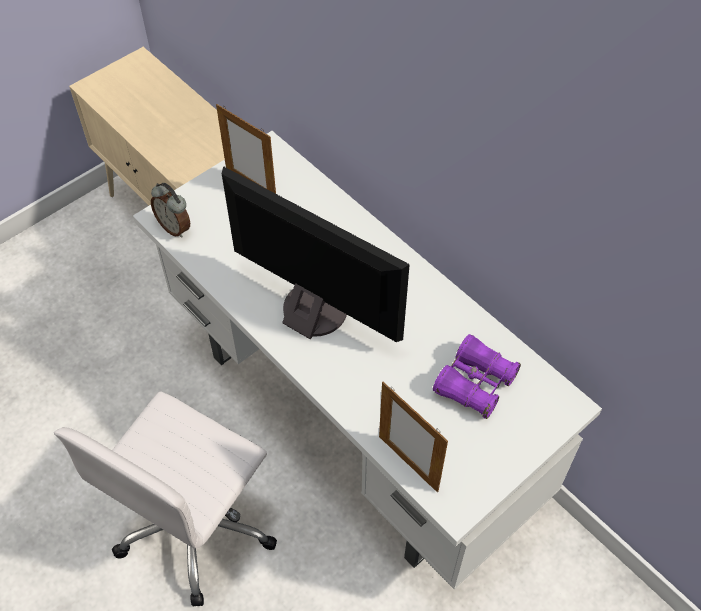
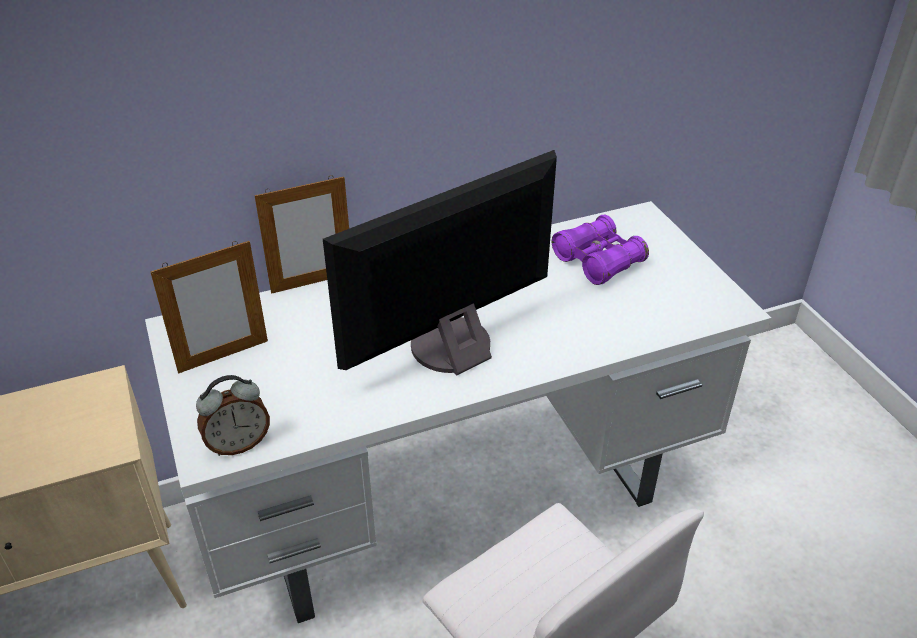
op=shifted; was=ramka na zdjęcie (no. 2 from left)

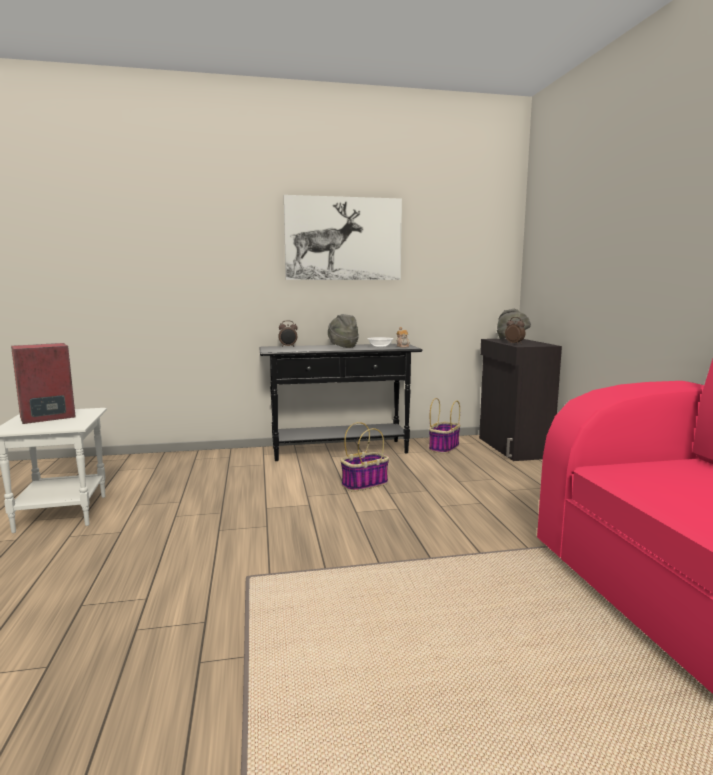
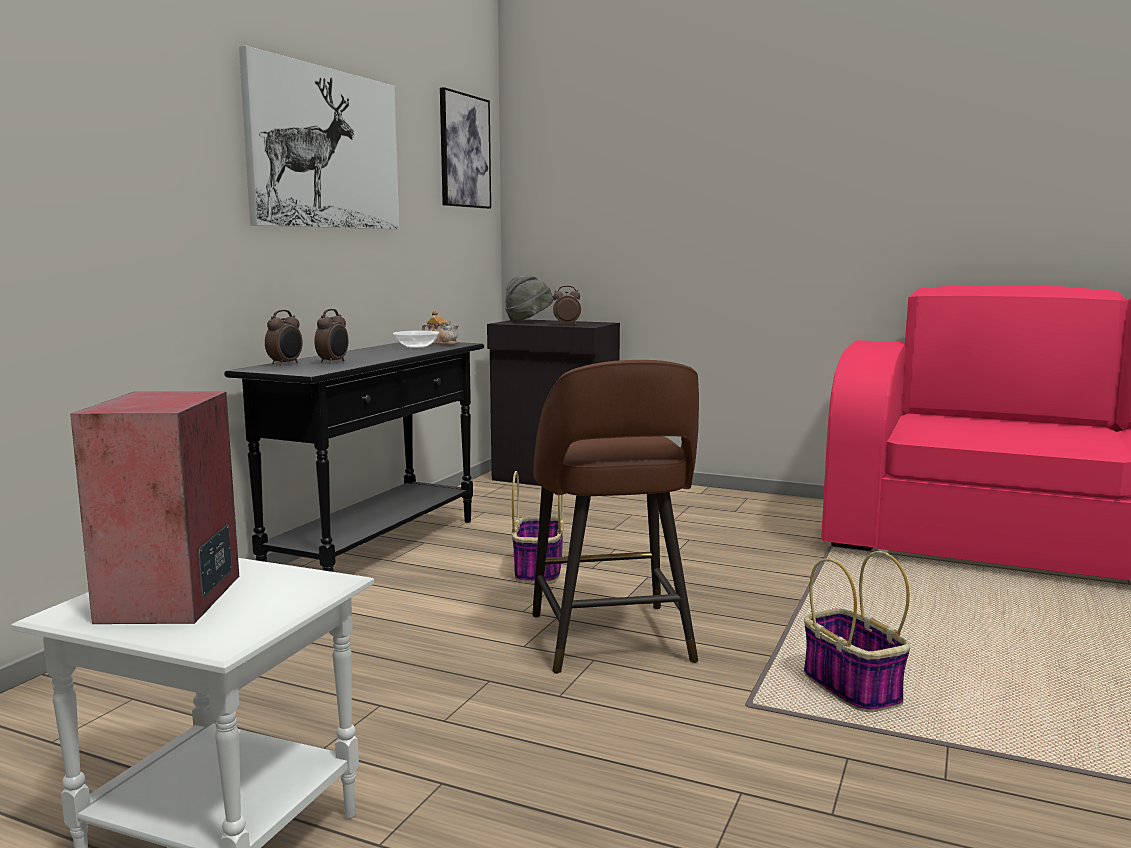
op=gone; was=kapelusz/szary (no. 1 from left)
op=shifted; was=koszyk (no. 2 from left)
op=new; now=budzik (no. 2 from left)
op=new; now=obraz (no. 2 from left)
op=new; now=stołek/brązowy

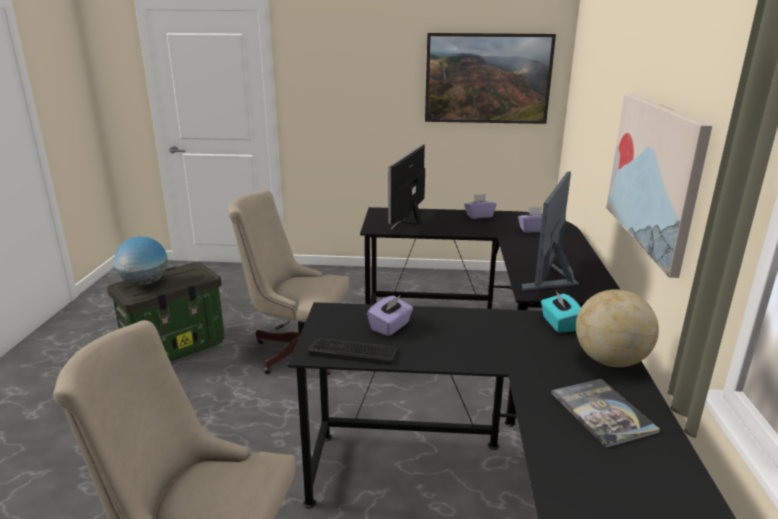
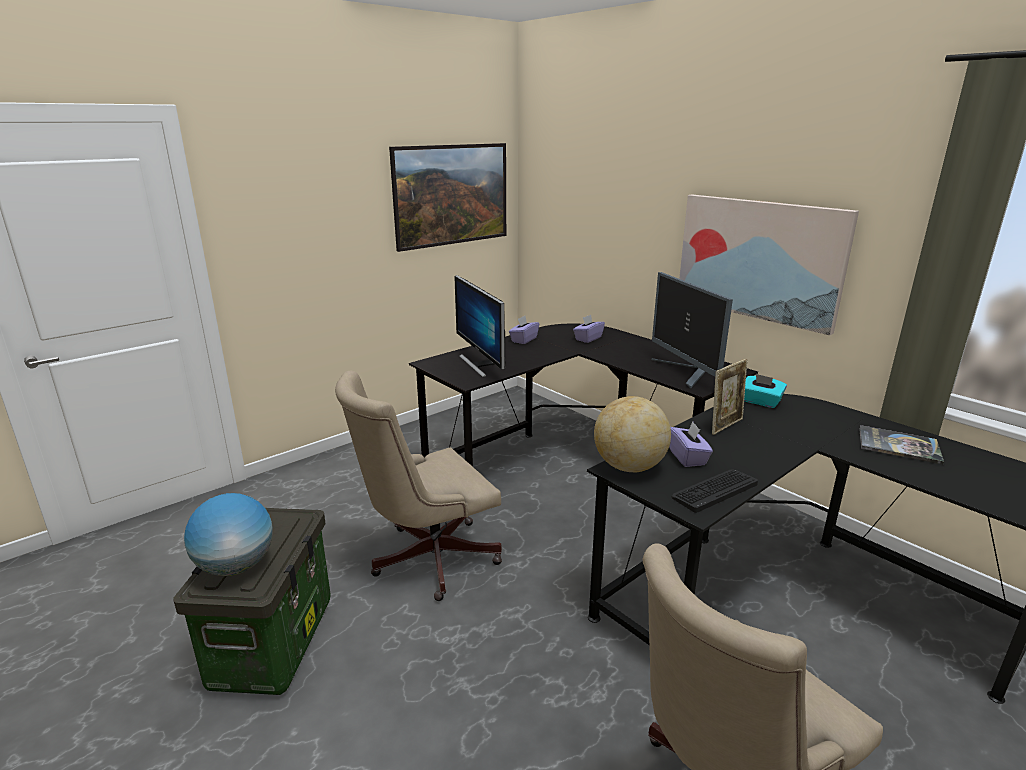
op=shifted; was=globus (no. 2 from left)
op=new; now=ramka na zdjęcie

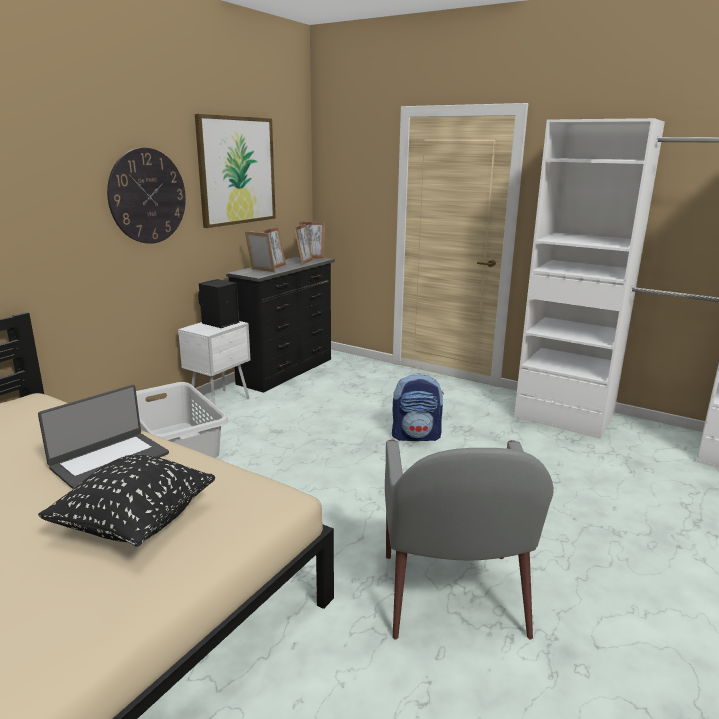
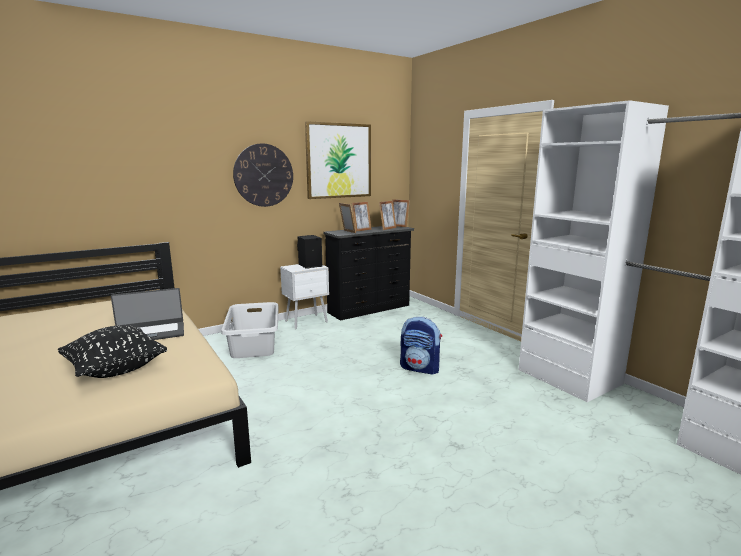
op=gone; was=fotel/szary

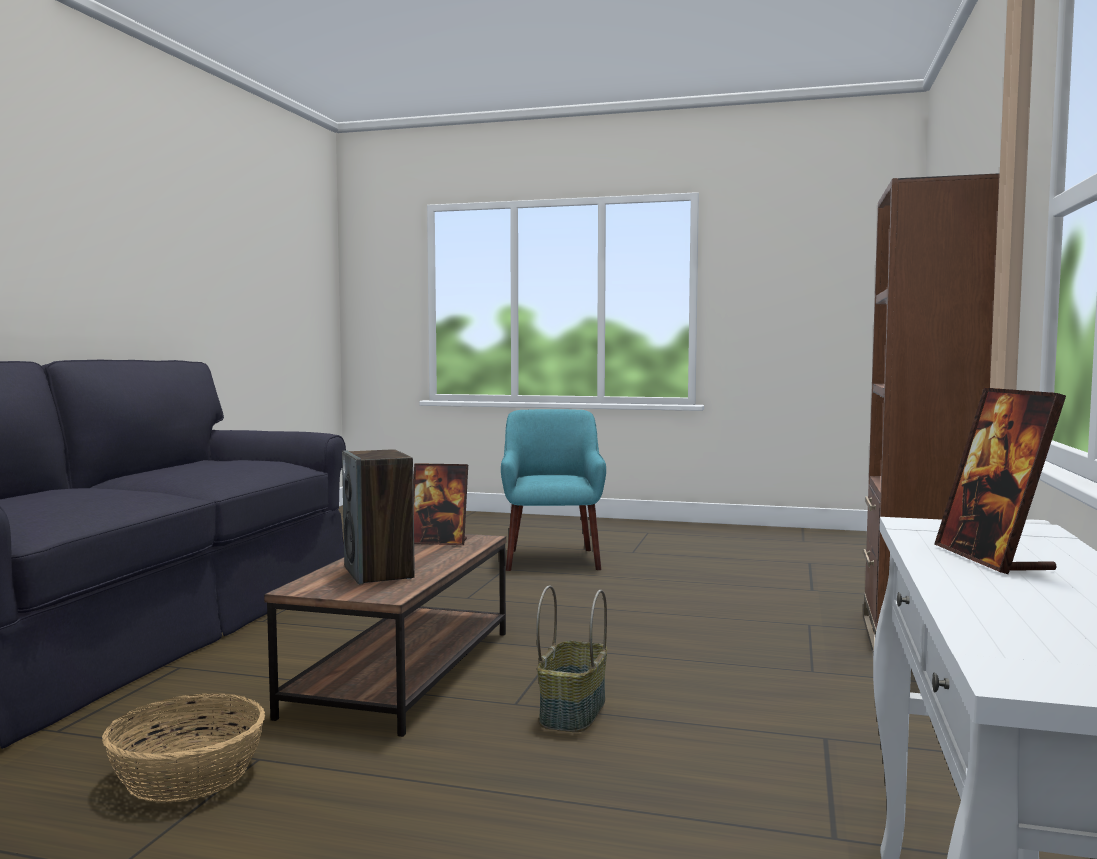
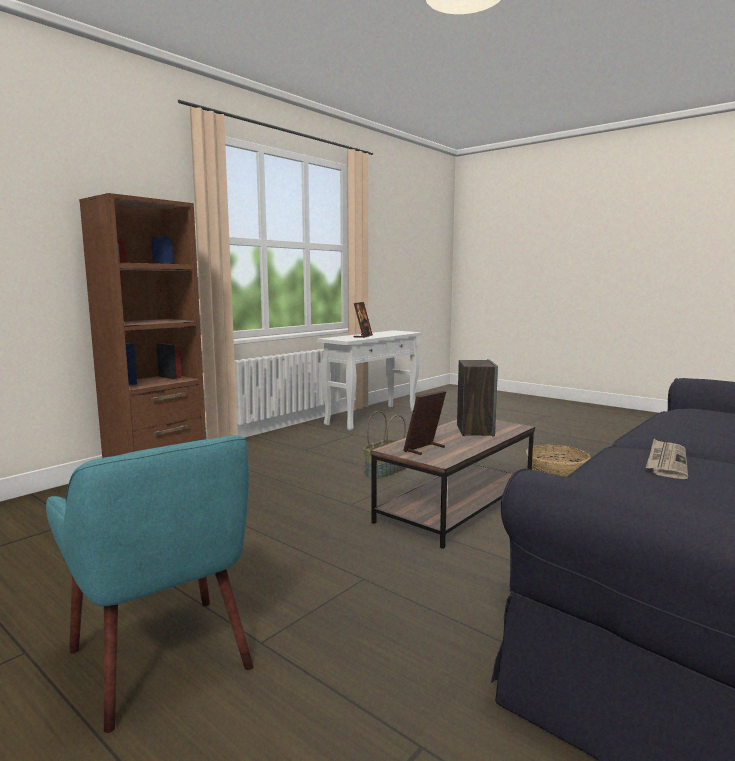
op=rotated; was=ramka na zdjęcie (no. 1 from left in the first image); clockwise=-75
op=rotated; was=fotel/turkusowy; clockwise=-60
op=new; now=gazeta

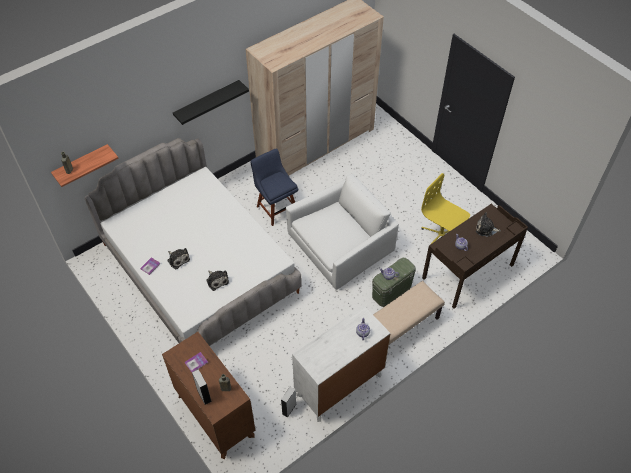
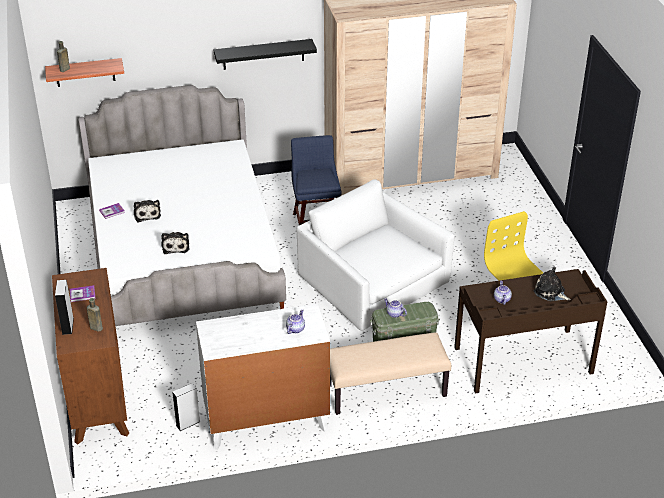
op=rotated; was=fotel/biały; clockwise=-120

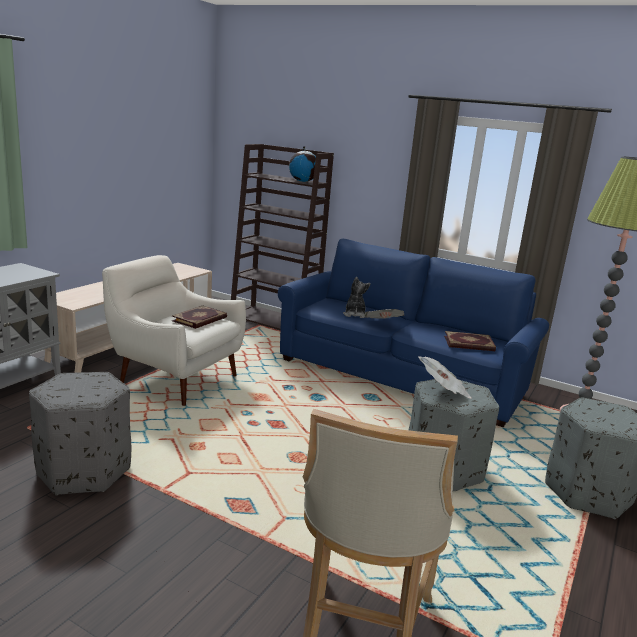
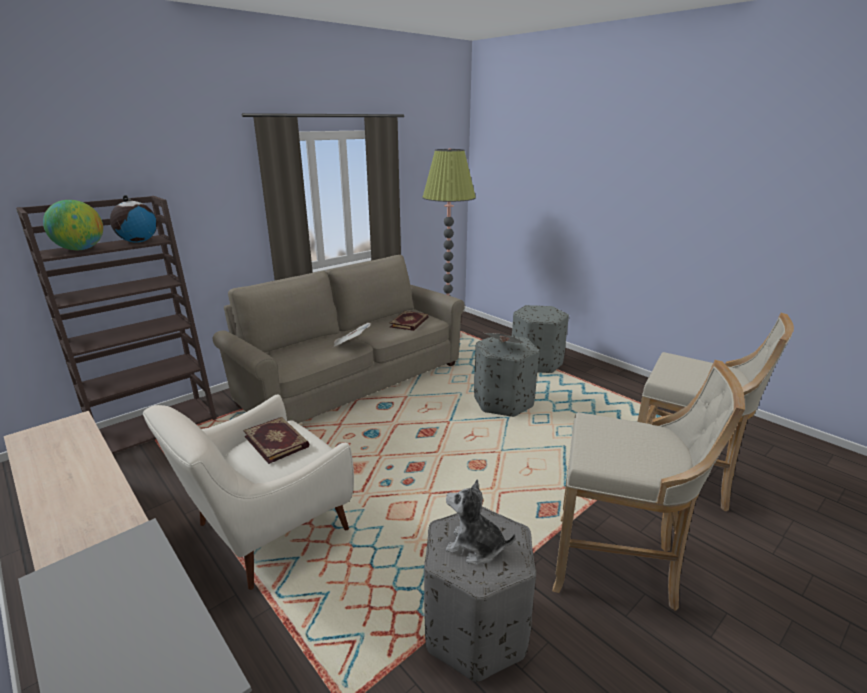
op=repainted; was=kanapa/niebieski; now=kanapa/beżowy
op=shifted; was=pluszak
op=new; now=globus (no. 1 from left)
op=new; now=stołek/beżowy (no. 1 from left)

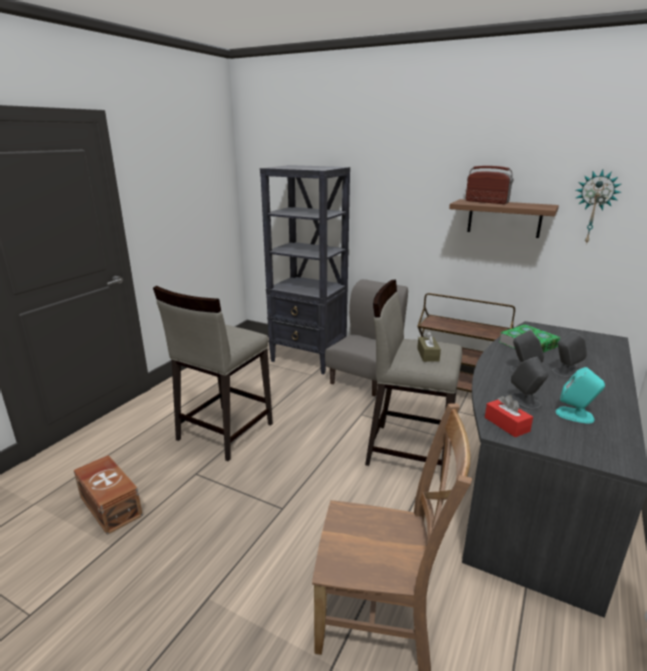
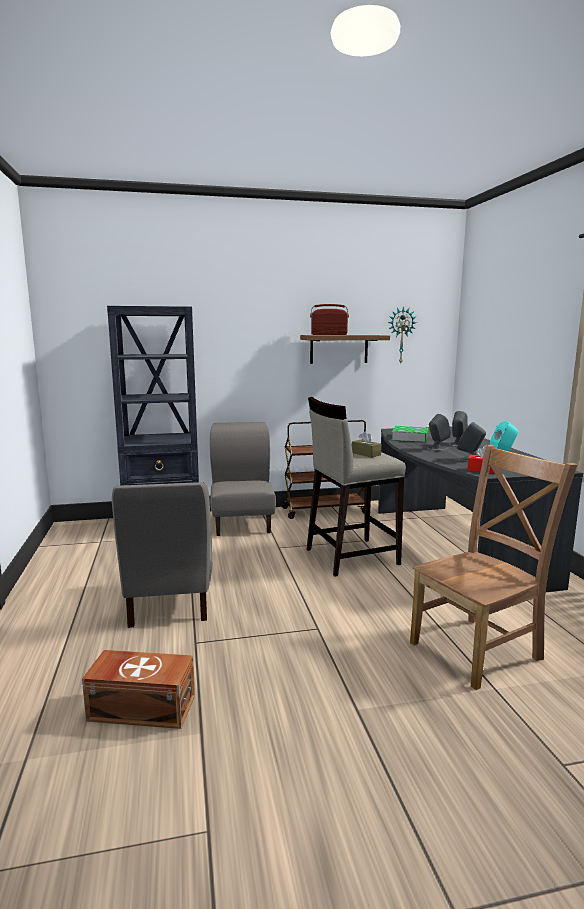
op=swapped; was=stołek/beżowy (no. 1 from left); now=krzesło/szary (no. 1 from left)

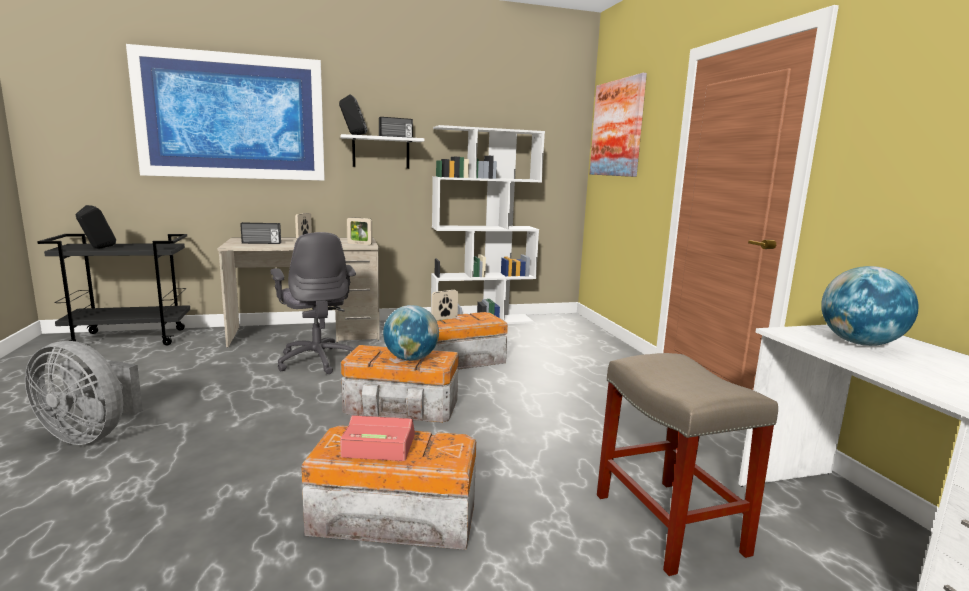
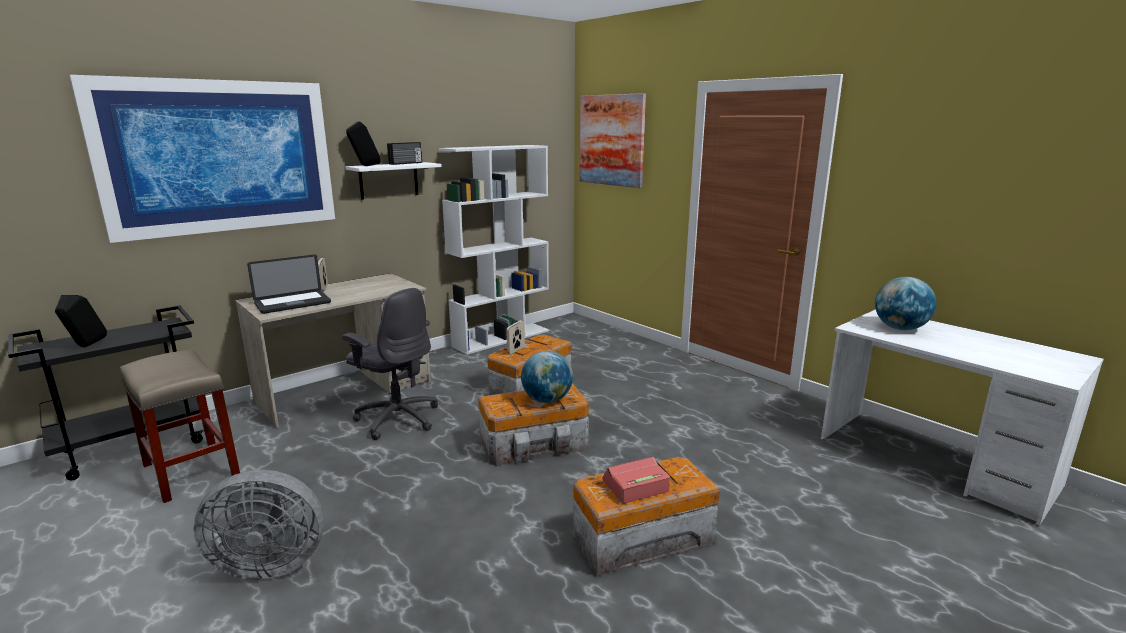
op=swapped; was=radio (no. 1 from left); now=laptop
op=gone; was=ramka na zdjęcie (no. 2 from left)
op=shifted; was=stołek/beżowy

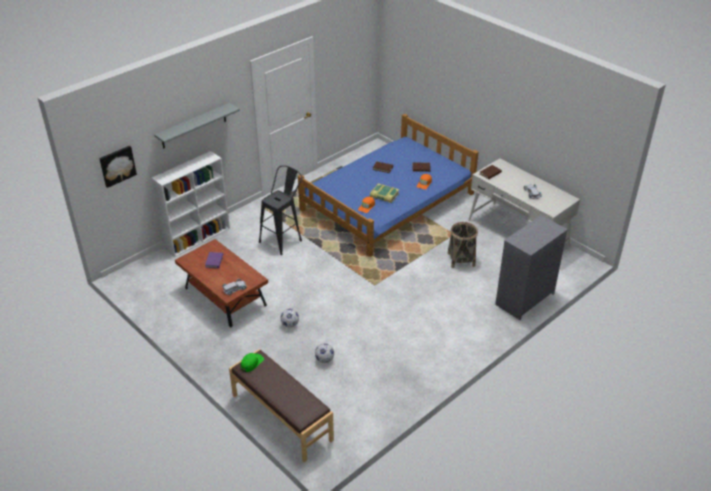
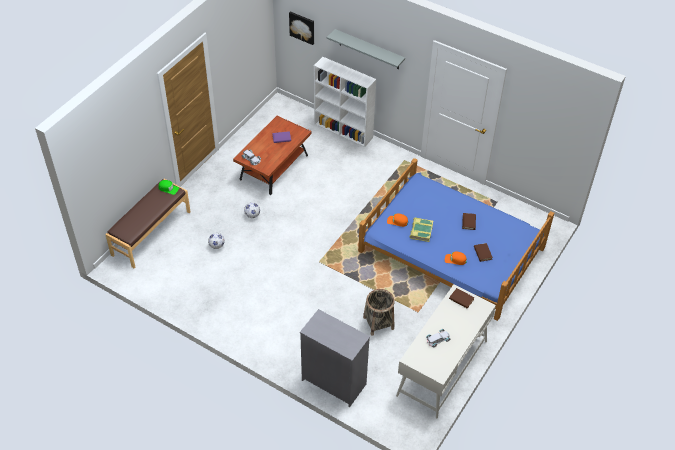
op=gone; was=stołek/czarny

